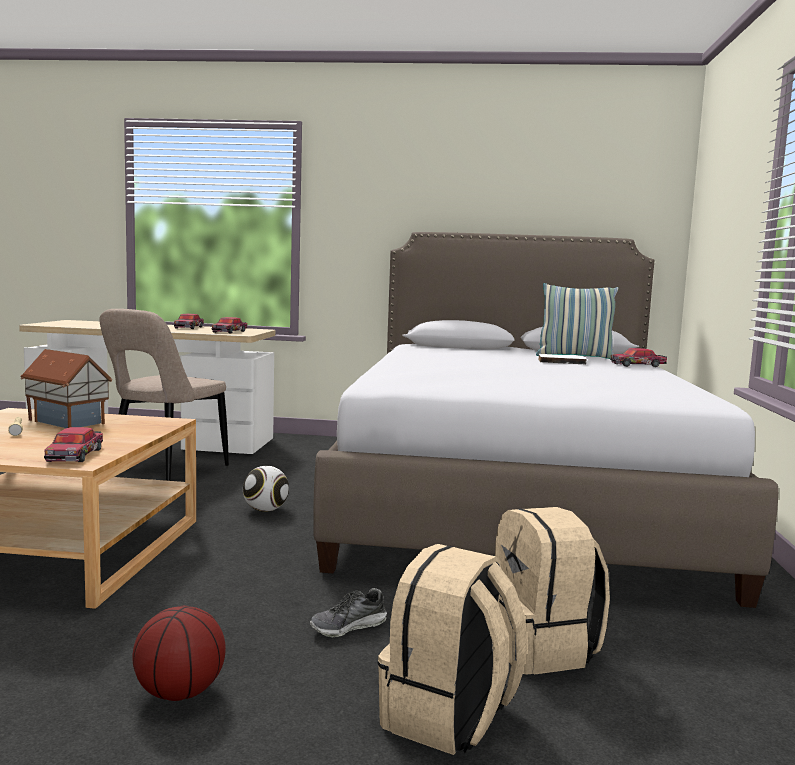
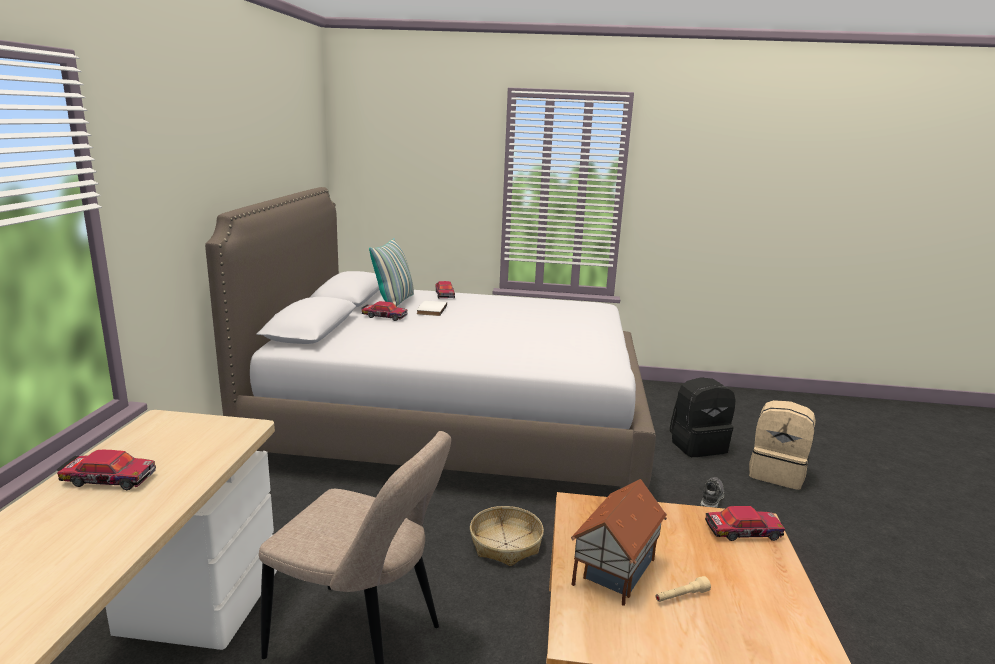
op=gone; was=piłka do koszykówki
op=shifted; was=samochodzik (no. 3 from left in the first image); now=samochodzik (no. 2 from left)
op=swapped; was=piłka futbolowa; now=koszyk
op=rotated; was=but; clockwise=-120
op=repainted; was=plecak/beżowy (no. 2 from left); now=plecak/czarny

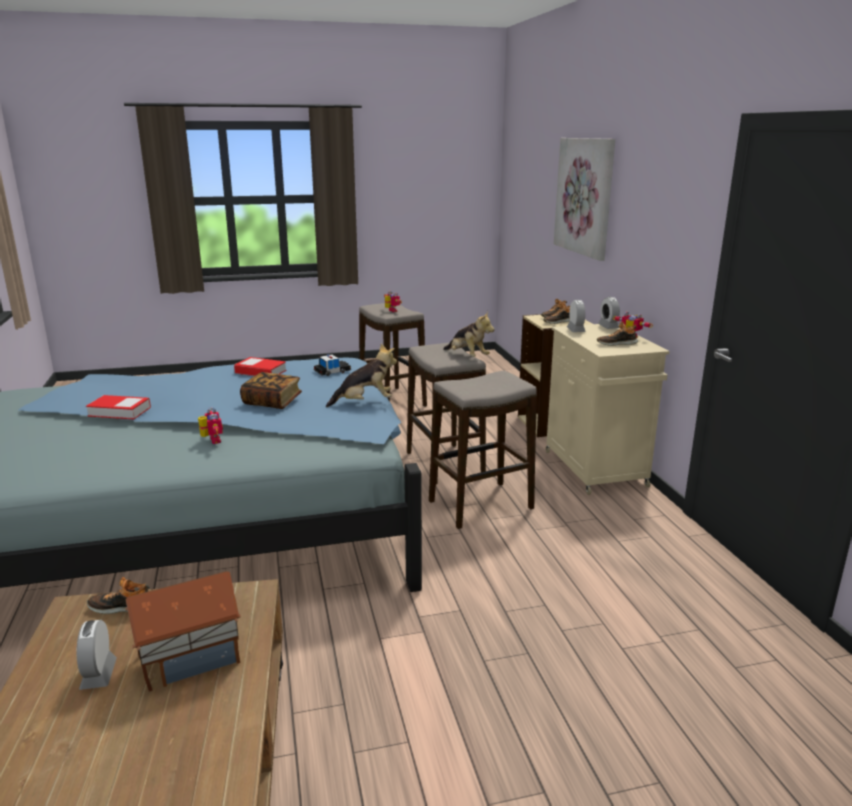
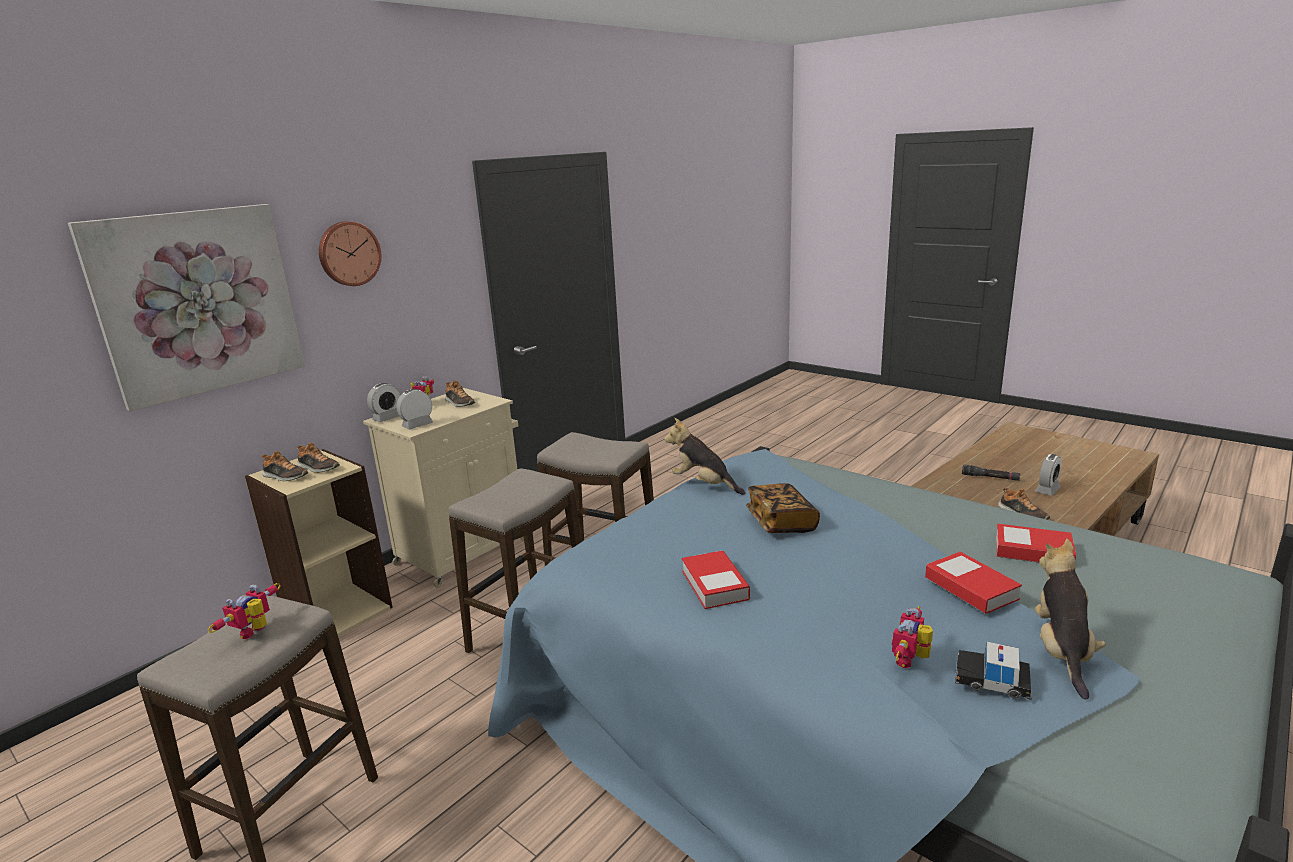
op=swapped; was=domek; now=latarka/czarny
op=shifted; was=robot zabawkowy (no. 1 from left in the first image); now=robot zabawkowy (no. 3 from left)
op=shifted; was=samochodzik
op=shifted; was=pluszak (no. 2 from left)
op=new; now=zegar ścienny
op=new; now=książka (no. 4 from left)

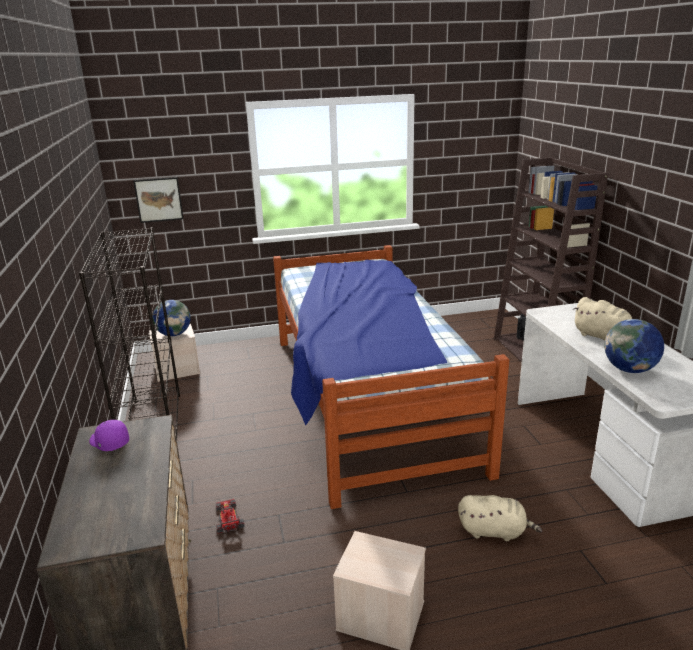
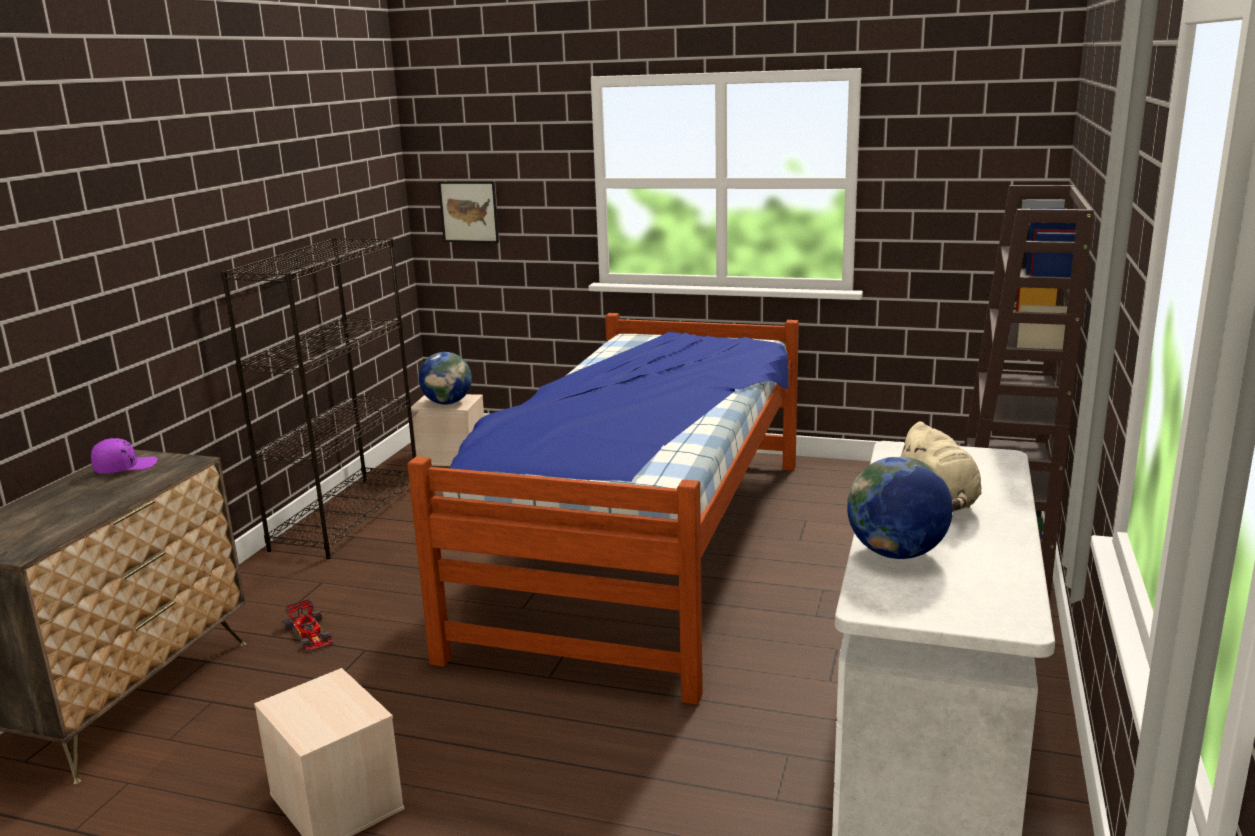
op=rotated; was=czapka z daszkiem/fioletowy; clockwise=75
op=rotated; was=samochodzik; clockwise=135
op=gone; was=pluszak/beżowy (no. 1 from left)

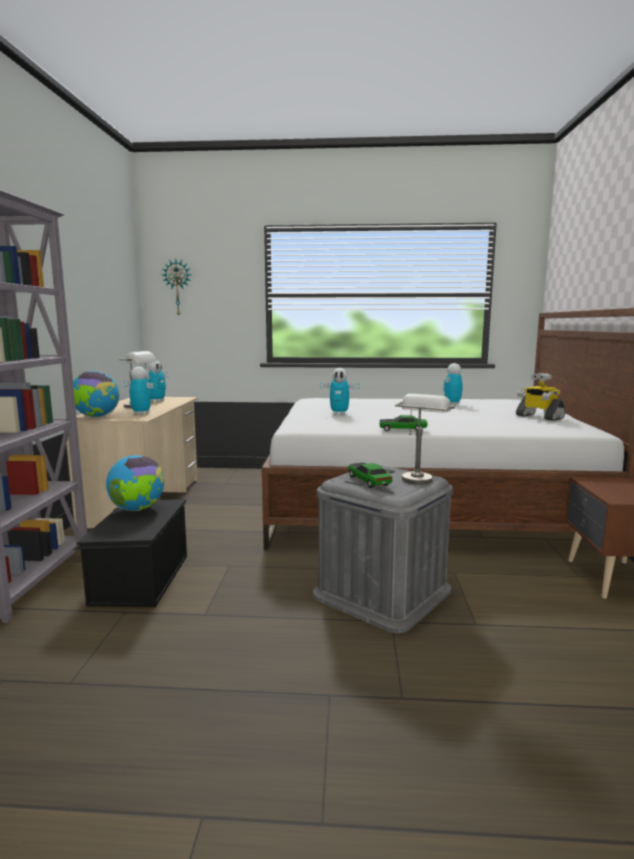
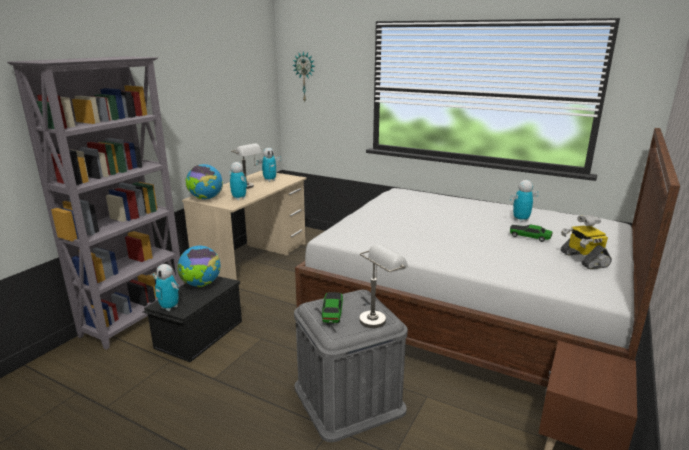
op=shifted; was=robot zabawkowy (no. 3 from left in the first image); now=robot zabawkowy (no. 1 from left)
op=shifted; was=samochodzik (no. 2 from left)

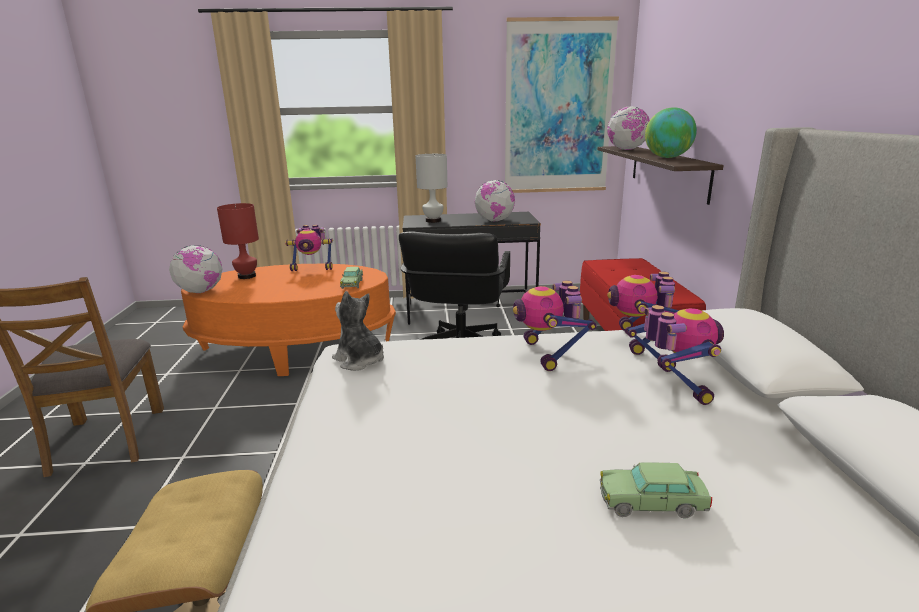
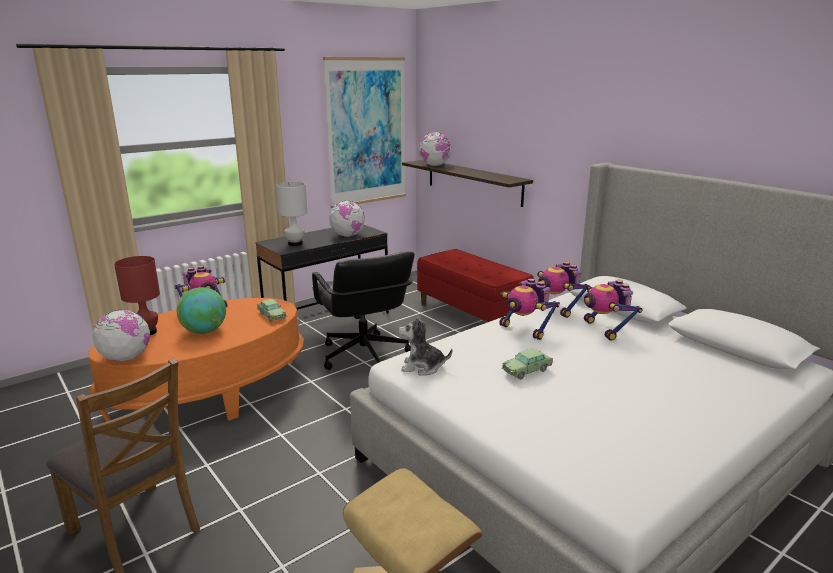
op=shifted; was=samochodzik (no. 2 from left)
op=rotated; was=robot zabawkowy (no. 4 from left); clockwise=-150
op=shifted; was=globus (no. 4 from left in the first image); now=globus (no. 2 from left)

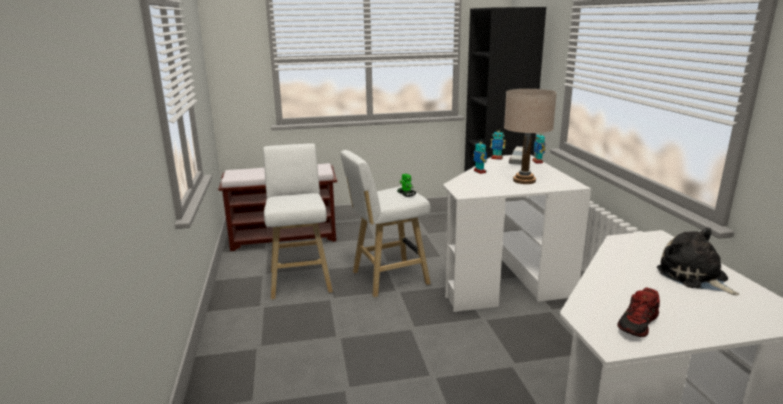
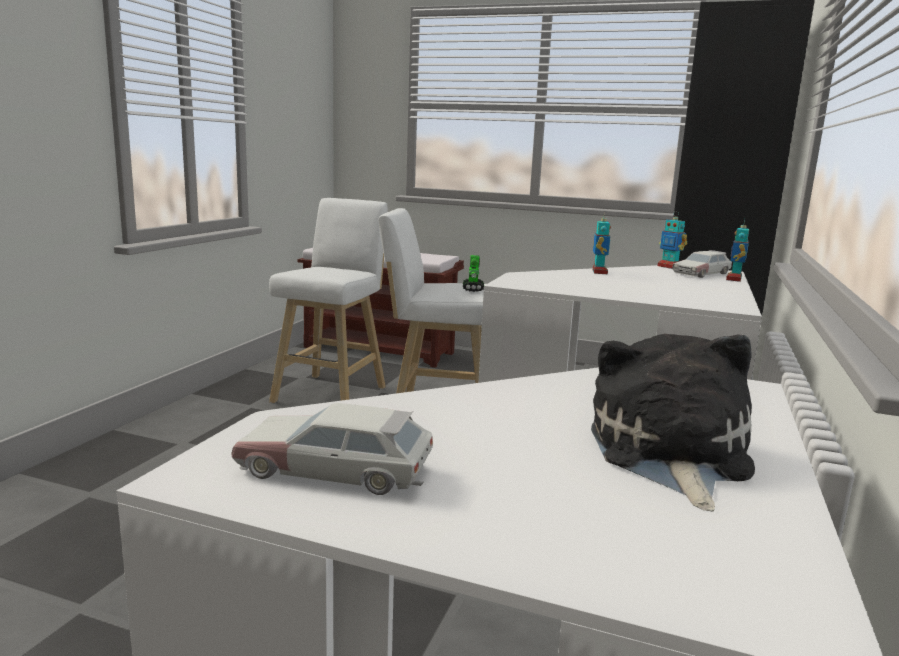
op=gone; was=lampa stołowa/beżowy
op=swapped; was=but; now=samochodzik (no. 1 from left)

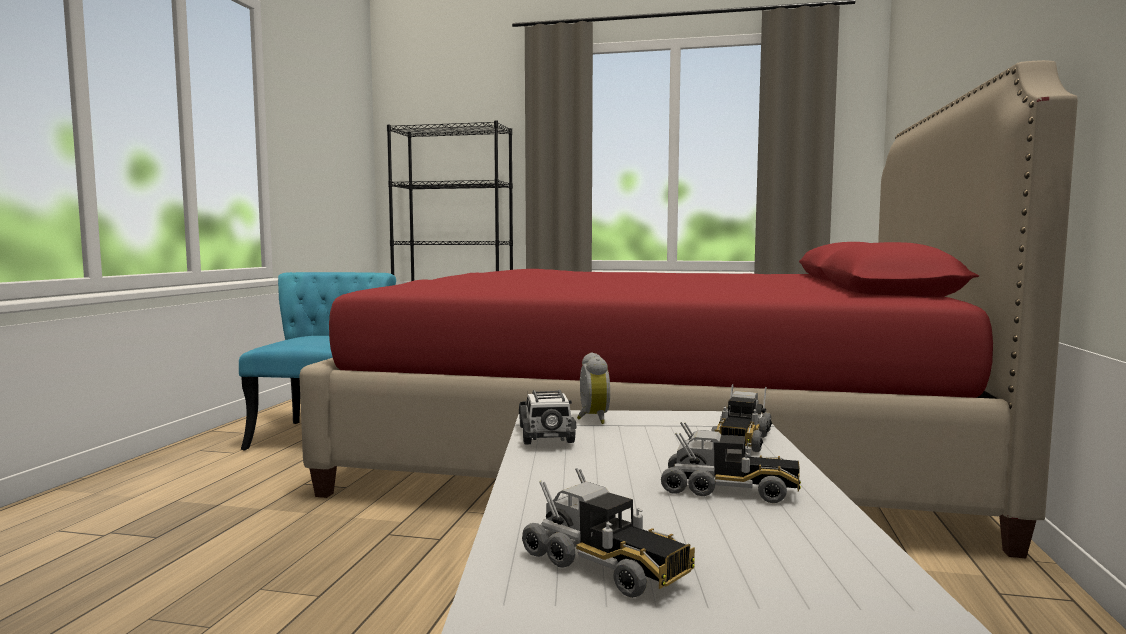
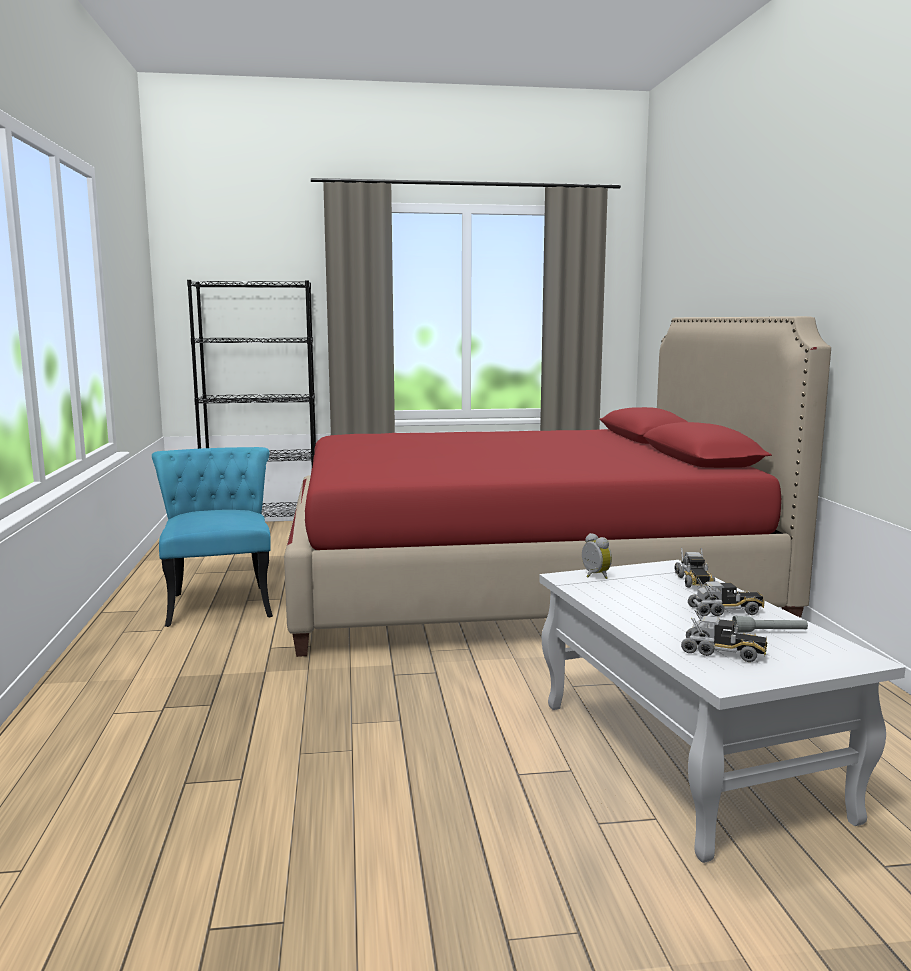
op=gone; was=samochodzik
op=new; now=latarka/szary

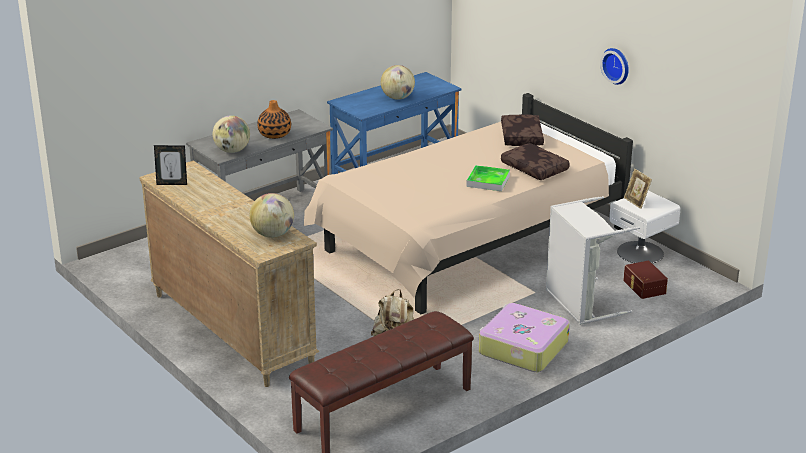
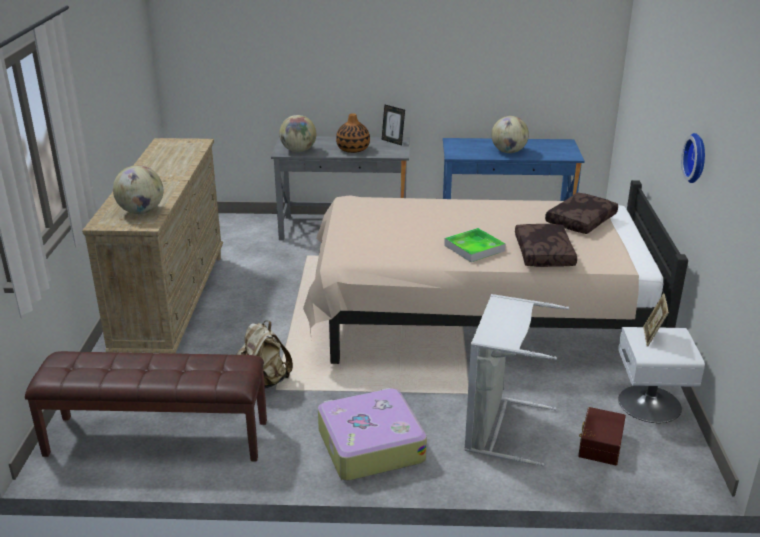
op=shifted; was=ramka na zdjęcie (no. 1 from left)

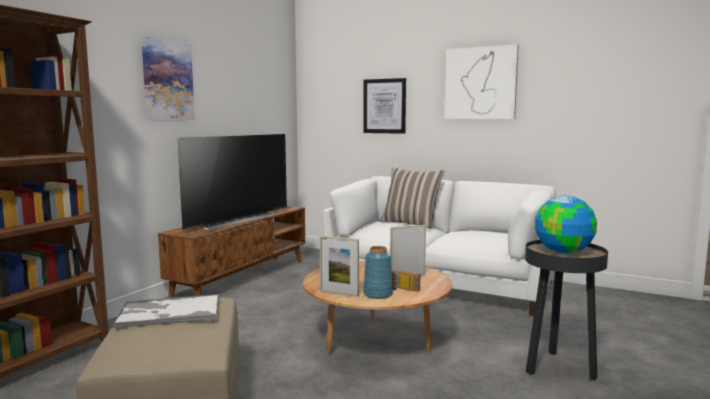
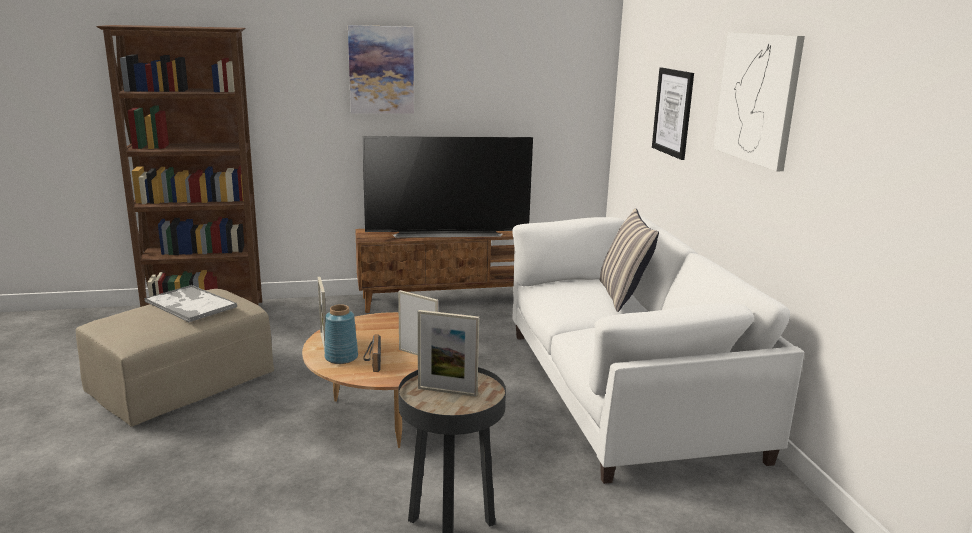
op=swapped; was=globus; now=ramka na zdjęcie (no. 3 from left)

